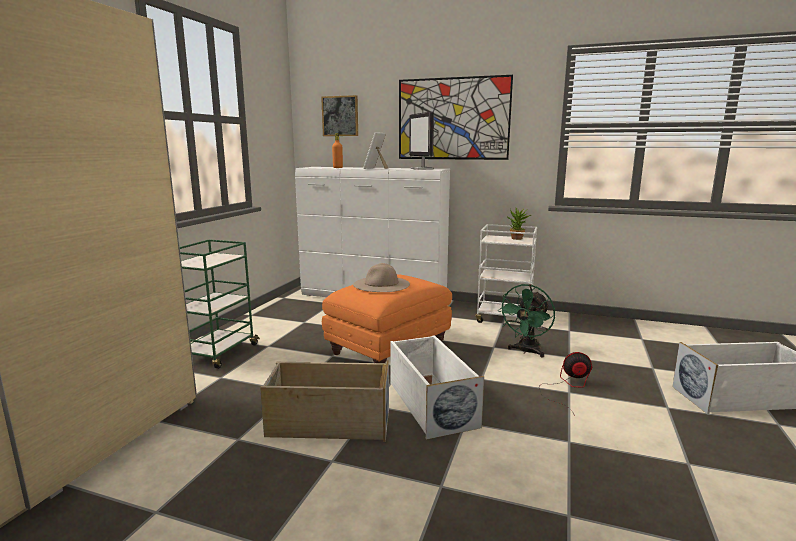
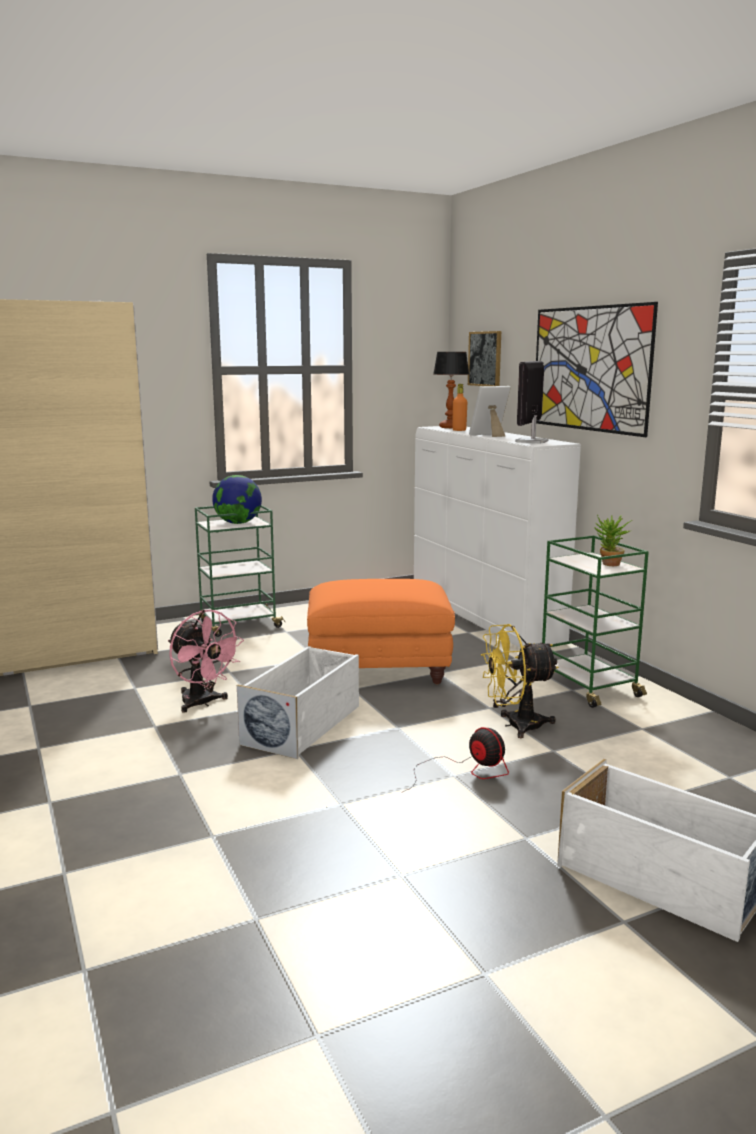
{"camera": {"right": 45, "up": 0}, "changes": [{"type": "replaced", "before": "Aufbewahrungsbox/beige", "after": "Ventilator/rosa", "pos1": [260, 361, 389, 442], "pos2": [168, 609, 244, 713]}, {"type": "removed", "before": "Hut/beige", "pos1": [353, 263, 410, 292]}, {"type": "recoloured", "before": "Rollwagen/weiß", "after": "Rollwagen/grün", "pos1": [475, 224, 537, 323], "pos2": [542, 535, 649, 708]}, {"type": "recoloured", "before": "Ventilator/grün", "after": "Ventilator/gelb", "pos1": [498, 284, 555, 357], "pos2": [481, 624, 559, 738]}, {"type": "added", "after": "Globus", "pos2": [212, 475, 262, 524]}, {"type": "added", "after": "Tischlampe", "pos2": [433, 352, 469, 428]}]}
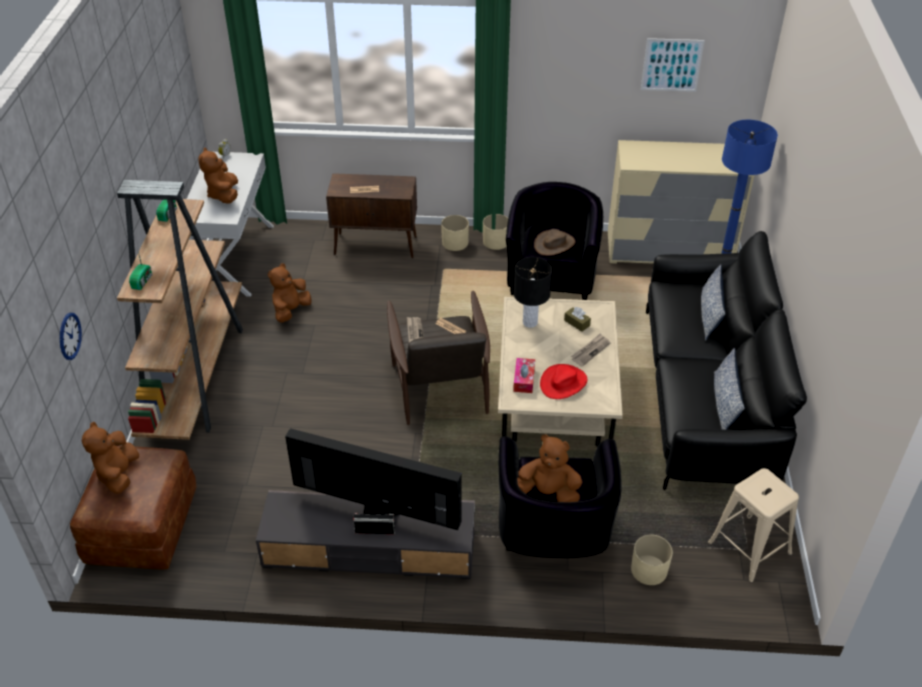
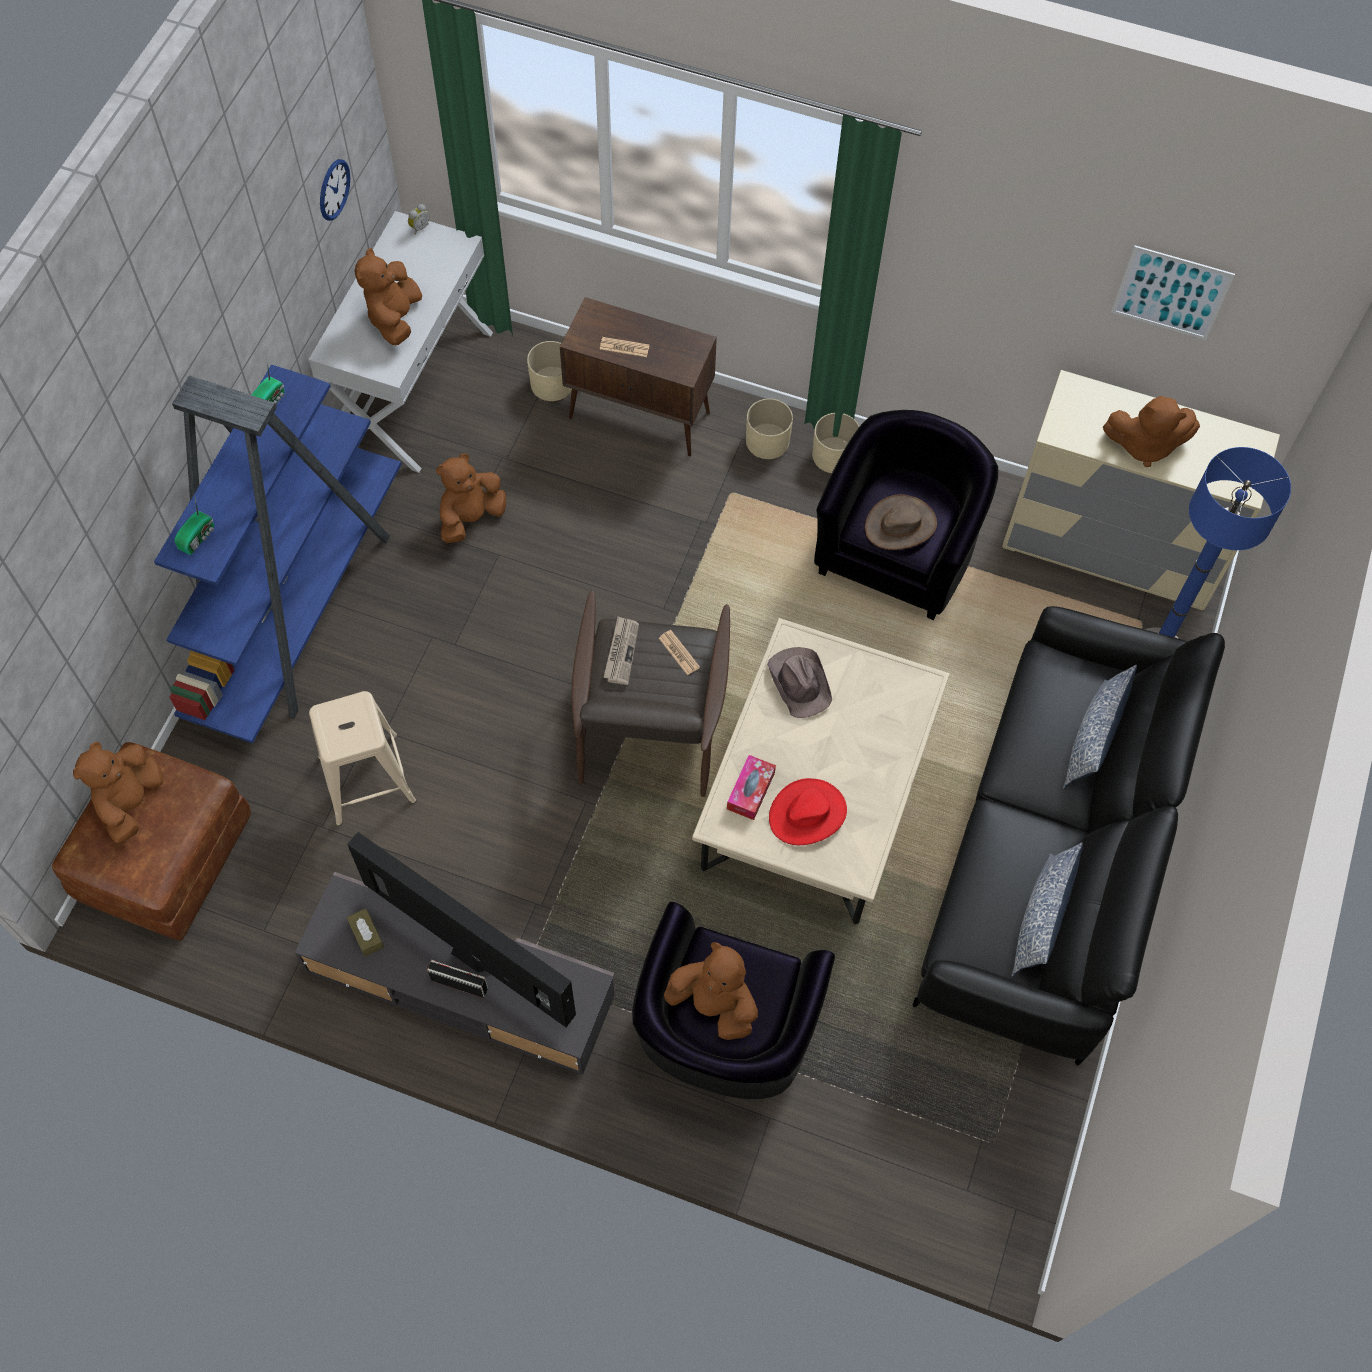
{"camera": {"right": 15, "up": 20}, "changes": [{"type": "moved", "before": "Wanduhr", "pos1": [60, 313, 82, 360], "pos2": [320, 159, 350, 221]}, {"type": "recoloured", "before": "Bücherregal/braun", "after": "Bücherregal/blau", "pos1": [117, 180, 243, 440], "pos2": [154, 364, 402, 744]}, {"type": "replaced", "before": "Tischlampe/schwarz", "after": "Hut/braun", "pos1": [513, 257, 552, 328], "pos2": [767, 647, 832, 718]}, {"type": "moved", "before": "Taschentuchbox/braun", "pos1": [564, 307, 591, 332], "pos2": [346, 908, 384, 957]}, {"type": "removed", "before": "Zeitung", "pos1": [571, 333, 610, 367]}, {"type": "moved", "before": "Pflanzkübel/beige", "pos1": [631, 534, 673, 585], "pos2": [527, 341, 572, 401]}, {"type": "moved", "before": "Hocker/beige", "pos1": [708, 468, 799, 583], "pos2": [309, 691, 416, 826]}, {"type": "added", "after": "Plüschtier/braun", "pos2": [1103, 396, 1200, 467]}]}
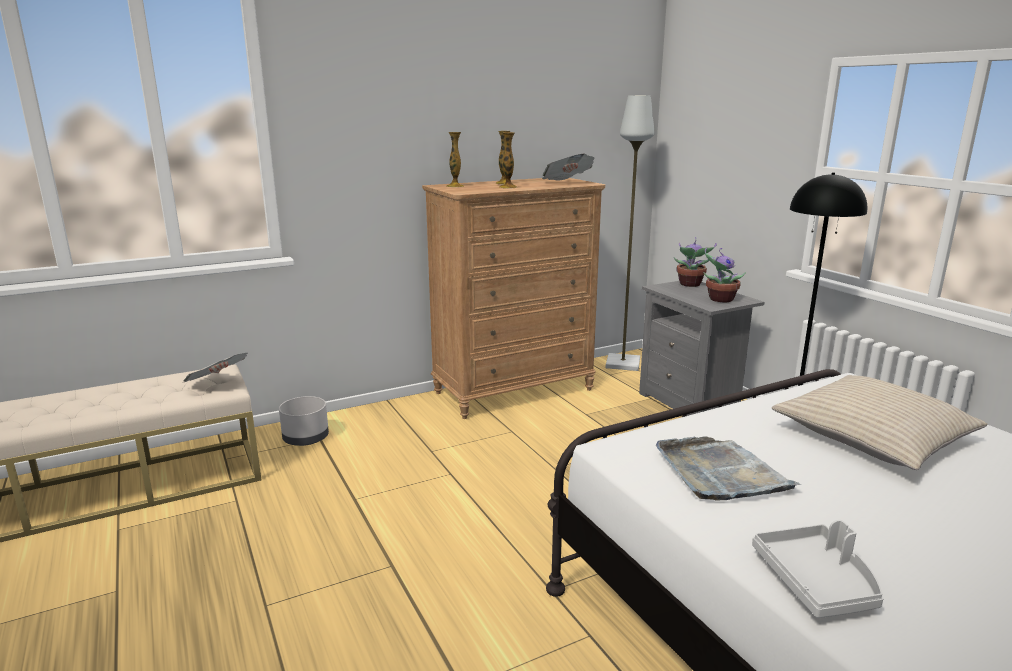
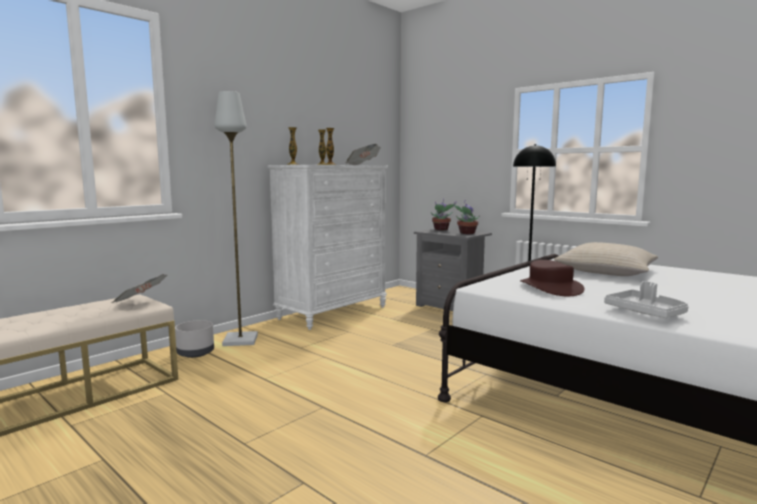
{"camera": {"right": -20, "up": -10}, "changes": [{"type": "recoloured", "before": "Kommode/braun", "after": "Kommode/weiß", "pos1": [422, 178, 605, 419], "pos2": [268, 165, 388, 330]}, {"type": "moved", "before": "Stehlampe/grau", "pos1": [606, 95, 655, 371], "pos2": [214, 91, 258, 346]}, {"type": "replaced", "before": "Tablett/grau", "after": "Hut/braun", "pos1": [656, 436, 801, 501], "pos2": [520, 260, 585, 296]}]}
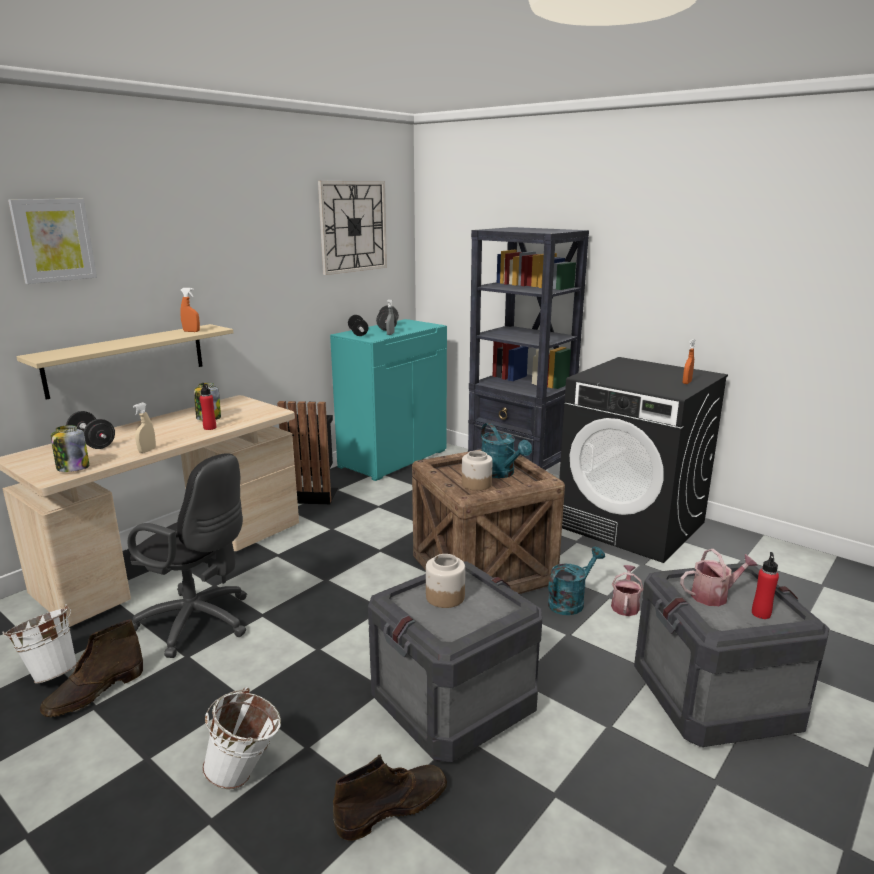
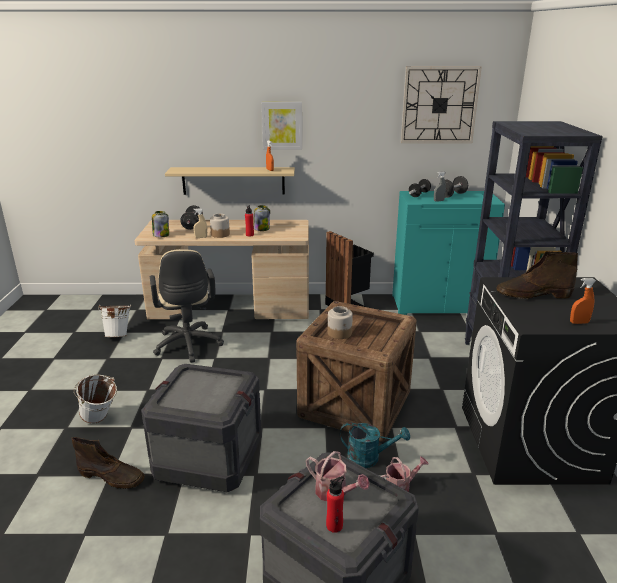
{"camera": {"right": 50, "up": 5}, "changes": [{"type": "moved", "before": "Bild", "pos1": [8, 199, 97, 284], "pos2": [262, 102, 302, 149]}, {"type": "moved", "before": "Stiefel/braun", "pos1": [40, 619, 143, 717], "pos2": [496, 251, 578, 299]}, {"type": "recoloured", "before": "Bürostuhl/schwarz", "after": "Bürostuhl/beige", "pos1": [127, 453, 247, 658], "pos2": [150, 249, 224, 363]}, {"type": "moved", "before": "Vorratsglas", "pos1": [426, 554, 465, 608], "pos2": [210, 214, 230, 238]}, {"type": "removed", "before": "Gießkanne/türkis", "pos1": [481, 423, 532, 478]}]}
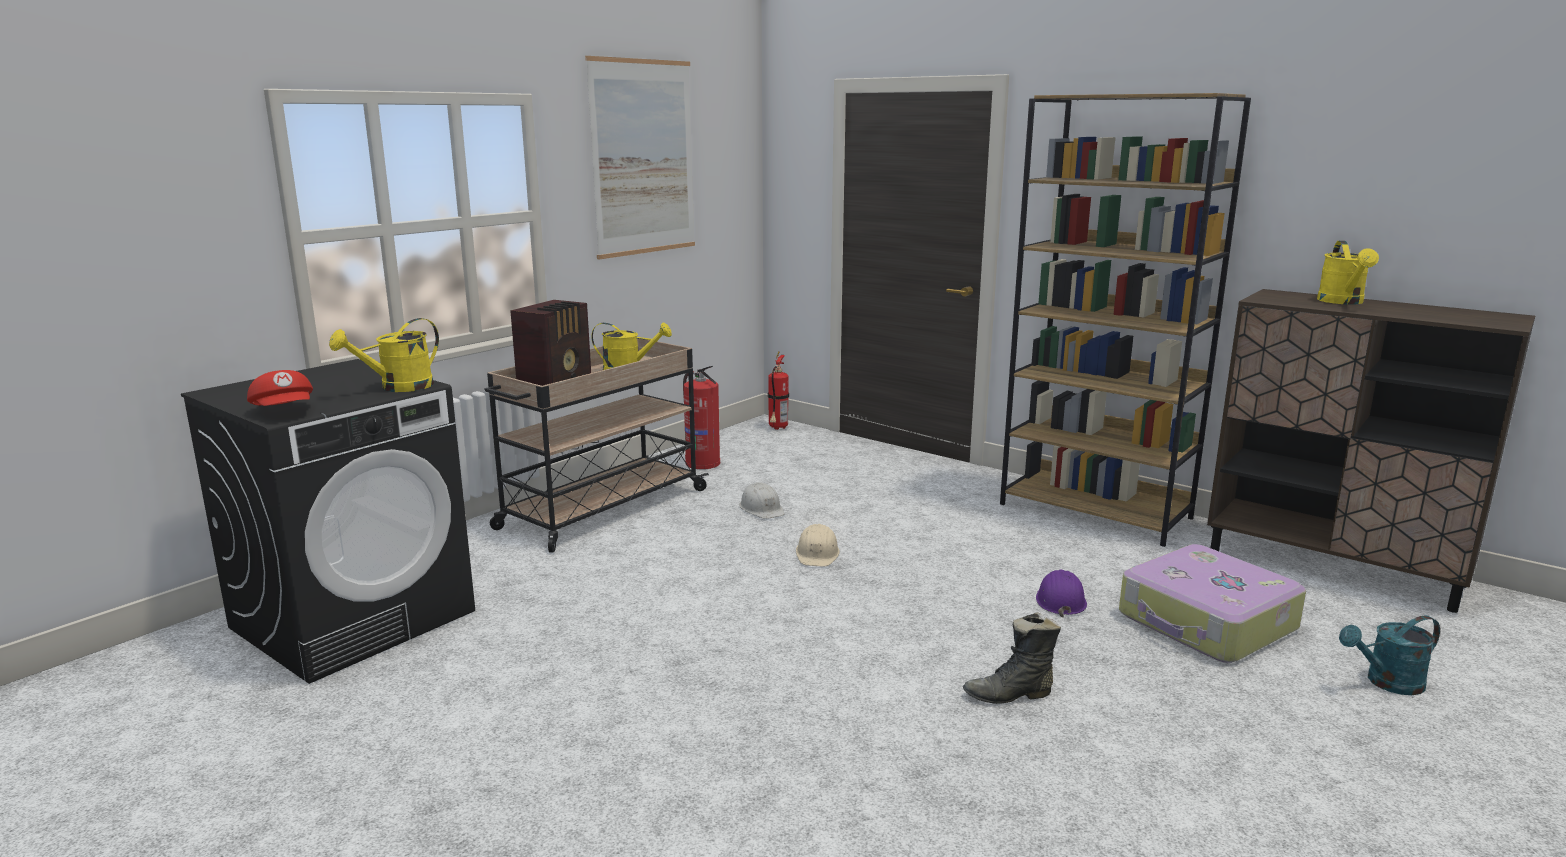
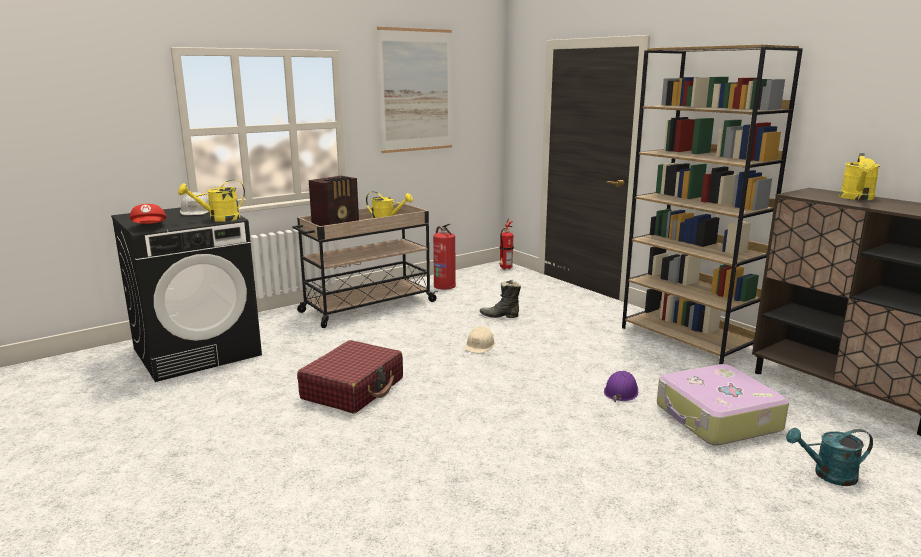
{"camera": {"right": 15, "up": 0}, "changes": [{"type": "moved", "before": "Schutzhelm/weiß", "pos1": [739, 482, 785, 519], "pos2": [180, 192, 209, 215]}, {"type": "moved", "before": "Stiefel/schwarz", "pos1": [963, 612, 1061, 704], "pos2": [479, 280, 521, 318]}, {"type": "added", "after": "Koffer/rot", "pos2": [297, 340, 403, 414]}]}
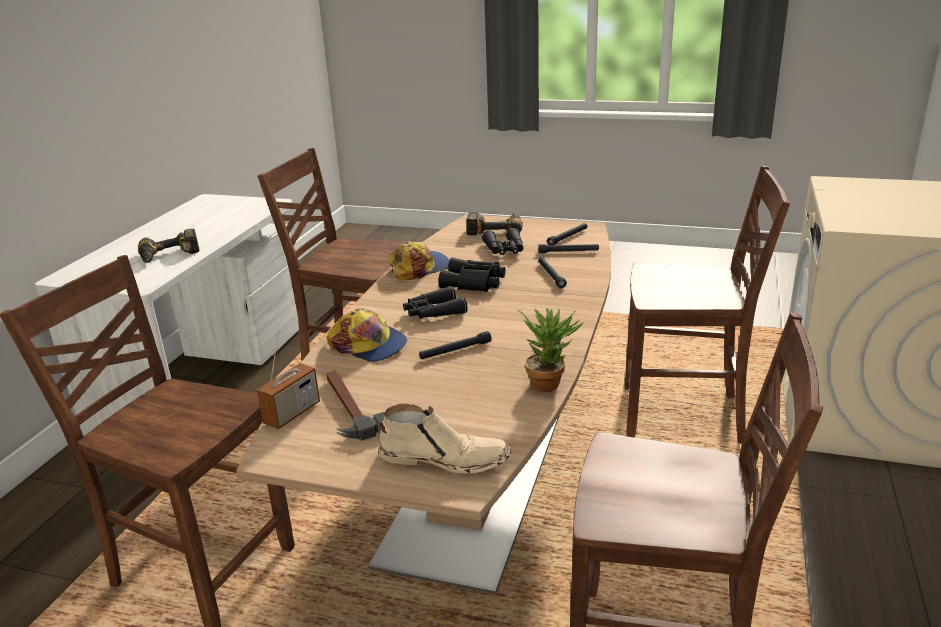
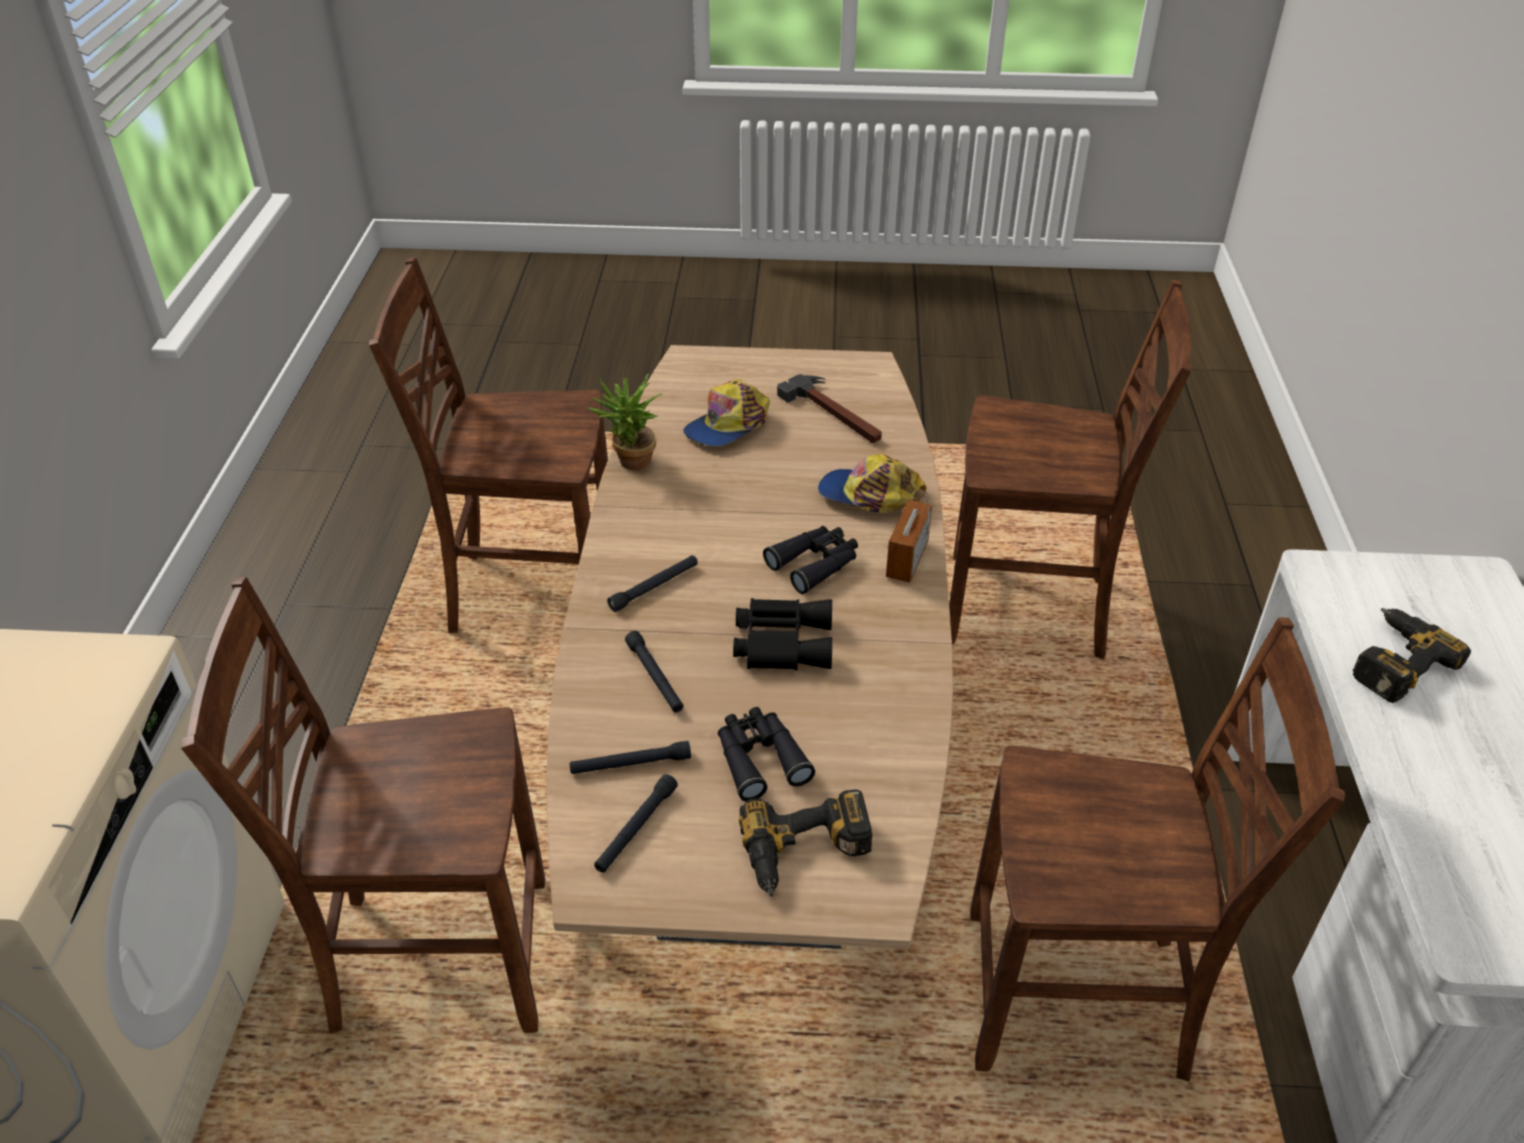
{"camera": {"right": 165, "up": 15}, "changes": [{"type": "moved", "before": "Radio", "pos1": [257, 330, 320, 429], "pos2": [886, 490, 932, 583]}, {"type": "removed", "before": "Stiefel/beige", "pos1": [379, 404, 511, 474]}, {"type": "moved", "before": "Kappe", "pos1": [387, 241, 449, 280], "pos2": [683, 379, 770, 446]}, {"type": "moved", "before": "Taschenlampe/schwarz", "pos1": [419, 331, 492, 359], "pos2": [607, 555, 698, 612]}]}
